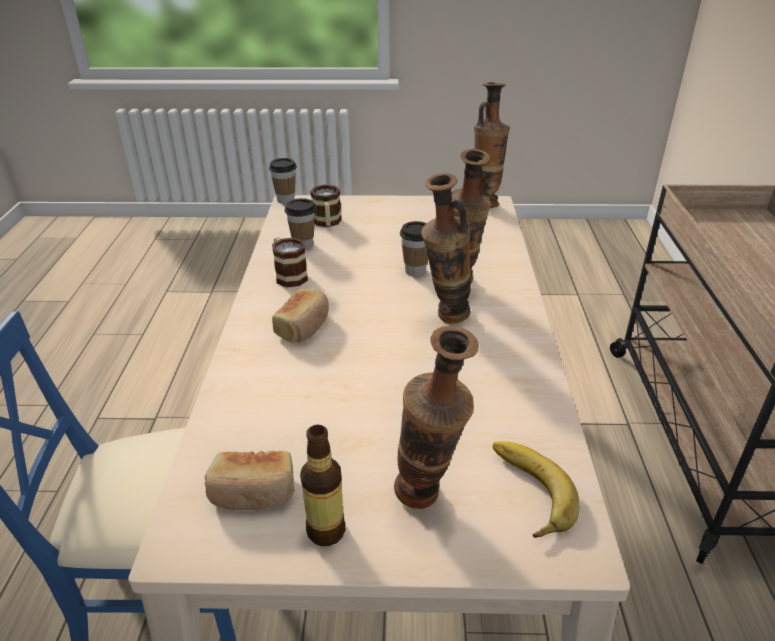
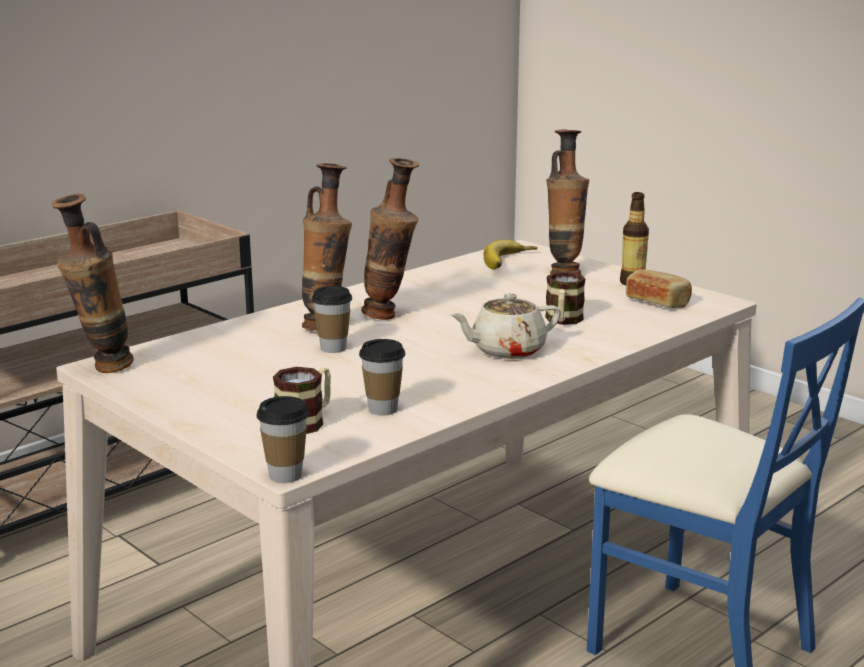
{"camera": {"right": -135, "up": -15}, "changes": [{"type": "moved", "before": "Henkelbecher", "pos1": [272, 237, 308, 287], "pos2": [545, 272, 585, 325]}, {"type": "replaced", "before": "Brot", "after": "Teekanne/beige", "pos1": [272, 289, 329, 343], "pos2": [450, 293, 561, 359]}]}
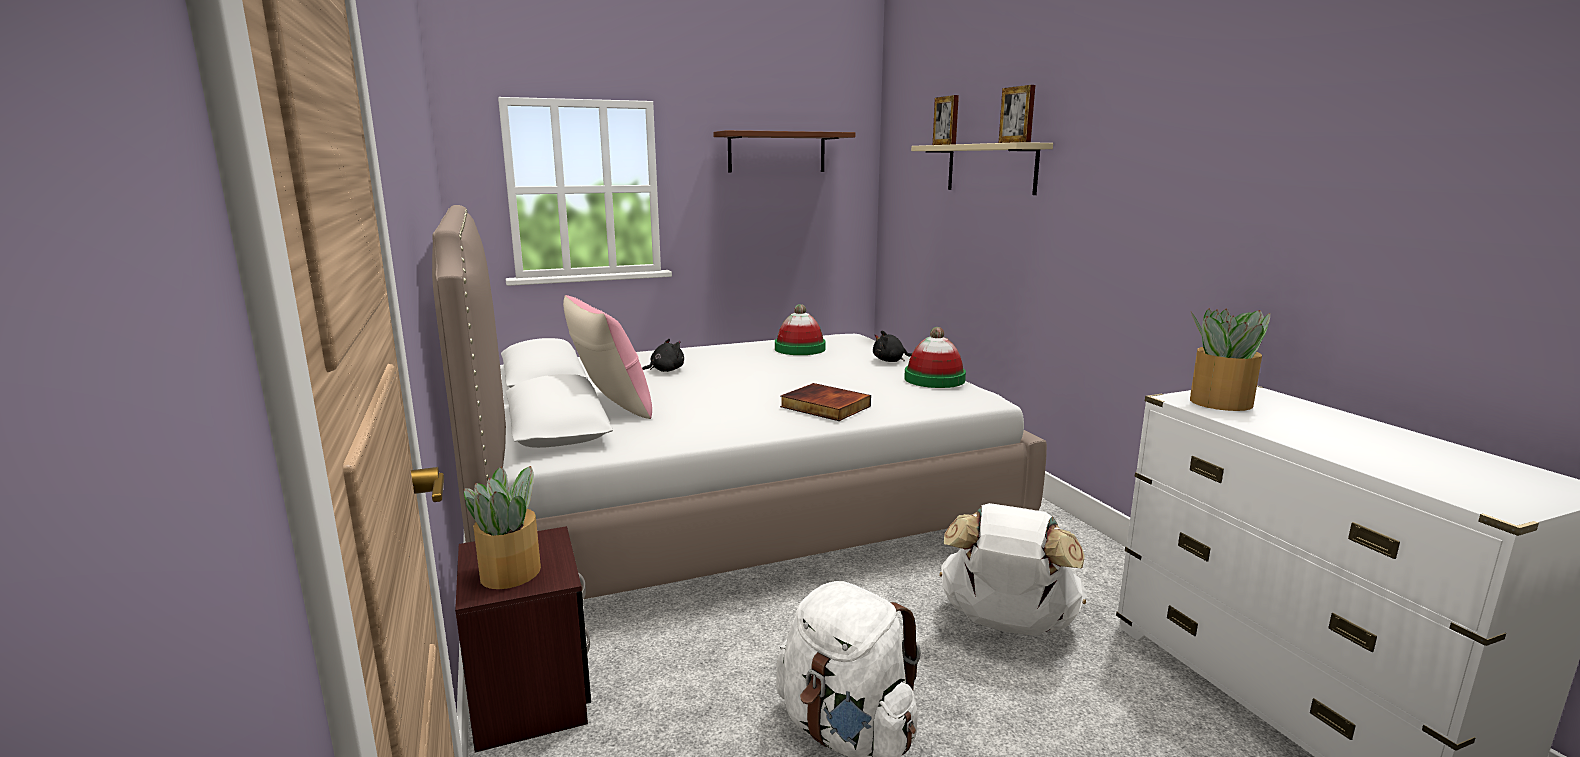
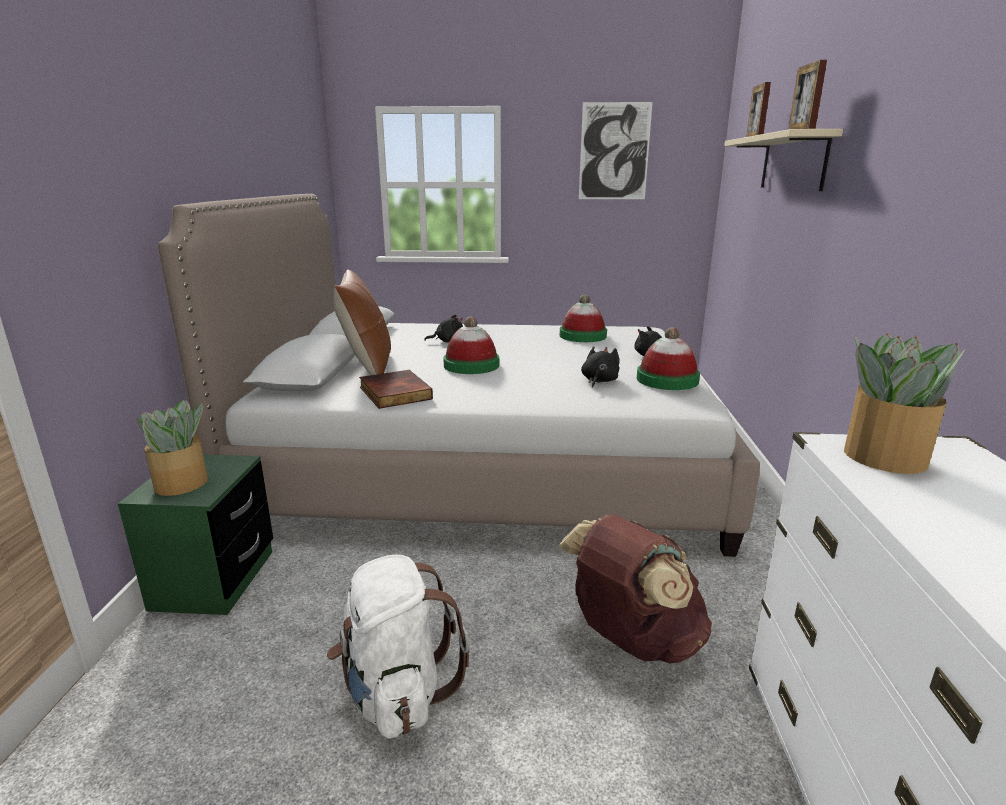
{"camera": {"right": 25, "up": 5}, "changes": [{"type": "recoloured", "before": "Nachttisch/braun", "after": "Nachttisch/grün", "pos1": [455, 526, 591, 753], "pos2": [118, 455, 273, 615]}, {"type": "recoloured", "before": "Kissen/rosa", "after": "Kissen/braun", "pos1": [563, 295, 652, 419], "pos2": [333, 269, 391, 375]}, {"type": "replaced", "before": "Wandregal/braun", "after": "Bild", "pos1": [713, 130, 855, 172], "pos2": [579, 102, 653, 199]}, {"type": "moved", "before": "Buch", "pos1": [780, 383, 871, 421], "pos2": [359, 370, 433, 409]}, {"type": "recoloured", "before": "Rucksack/weiß", "after": "Rucksack/braun", "pos1": [940, 503, 1087, 636], "pos2": [558, 515, 712, 663]}, {"type": "added", "after": "Hut", "pos2": [443, 316, 499, 374]}, {"type": "added", "after": "Plüschtier/schwarz", "pos2": [581, 346, 619, 387]}]}
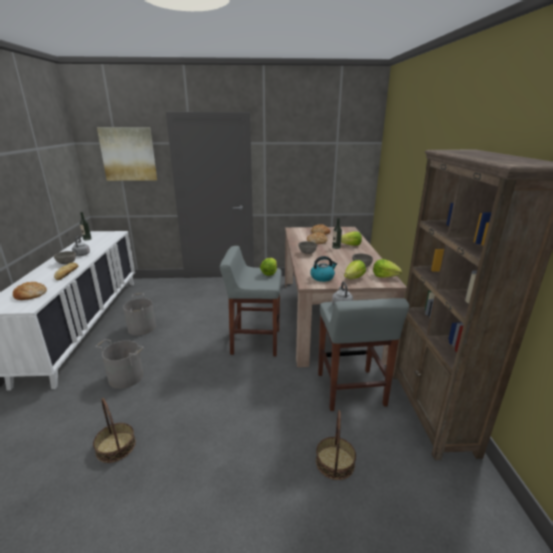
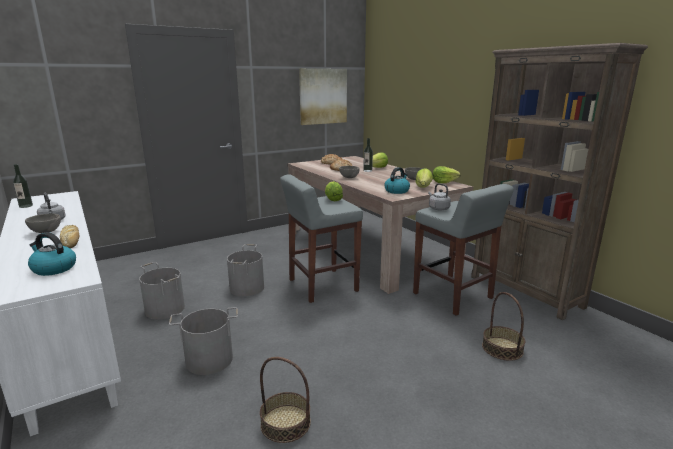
{"camera": {"right": -30, "up": -5}, "changes": [{"type": "replaced", "before": "Brot", "after": "Wasserkessel", "pos1": [13, 282, 47, 300], "pos2": [28, 232, 76, 276]}, {"type": "moved", "before": "Bild", "pos1": [97, 127, 157, 181], "pos2": [299, 68, 347, 125]}, {"type": "added", "after": "Eimer/grau", "pos2": [227, 244, 264, 296]}]}
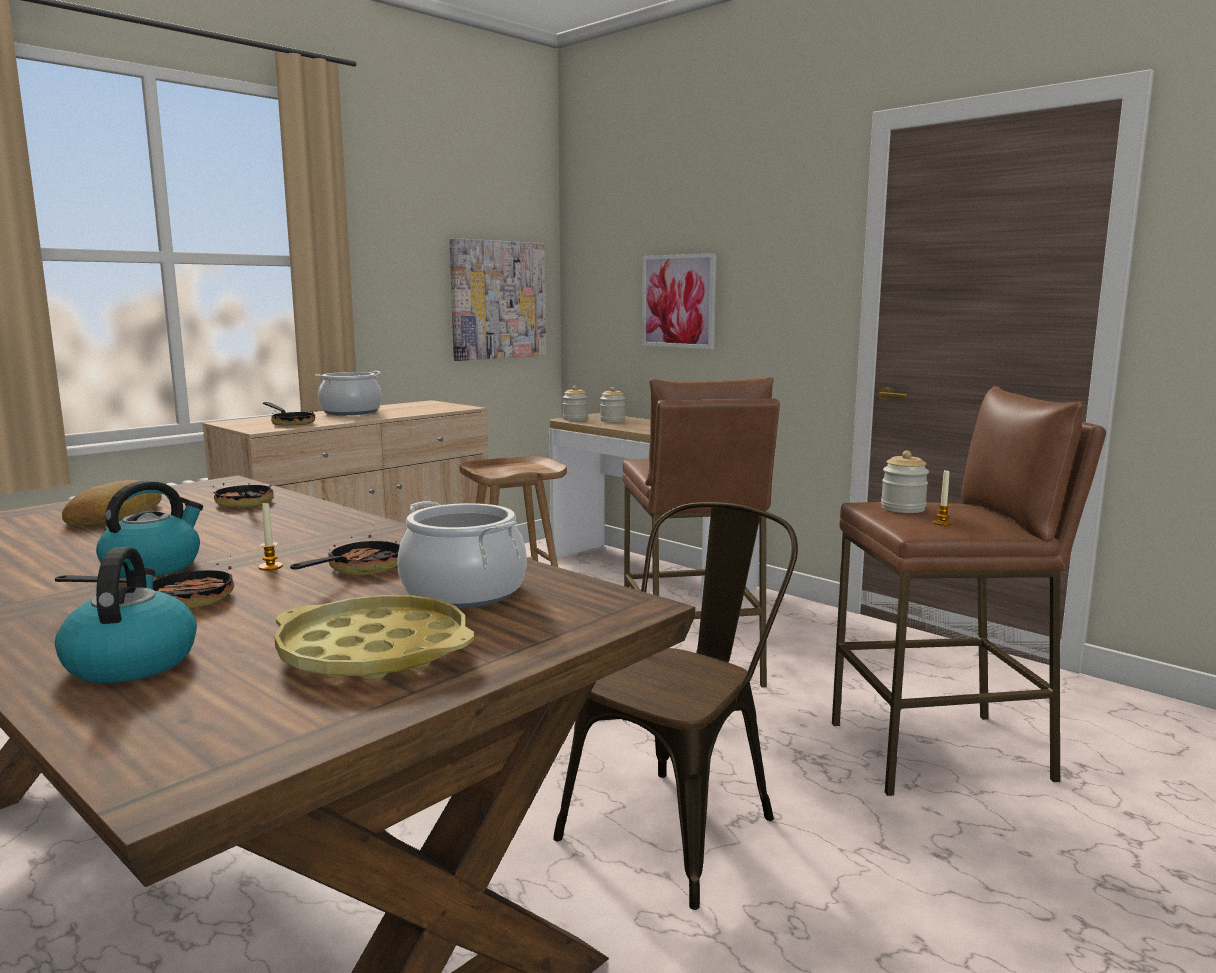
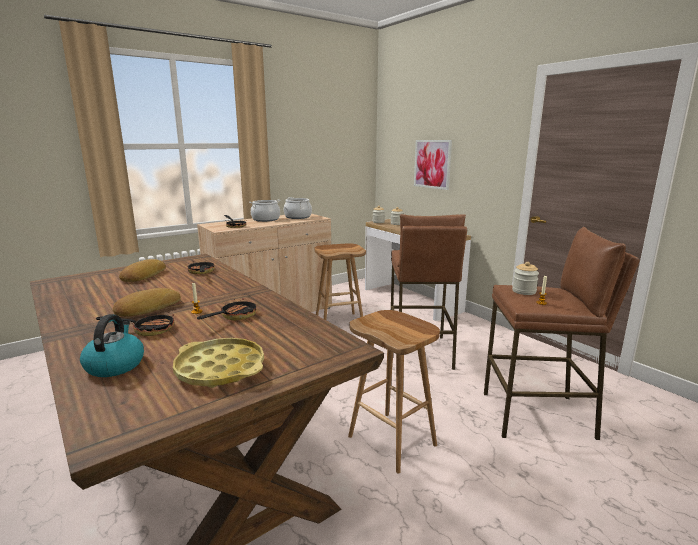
{"camera": {"right": 10, "up": 5}, "changes": [{"type": "replaced", "before": "Wasserkessel", "after": "Brot", "pos1": [96, 480, 203, 578], "pos2": [113, 288, 181, 317]}, {"type": "moved", "before": "Kochtopf", "pos1": [397, 501, 527, 608], "pos2": [284, 197, 312, 219]}, {"type": "removed", "before": "Bild", "pos1": [449, 238, 546, 361]}, {"type": "replaced", "before": "Stuhl/braun", "after": "Hocker/braun", "pos1": [553, 502, 798, 910], "pos2": [348, 310, 440, 473]}]}
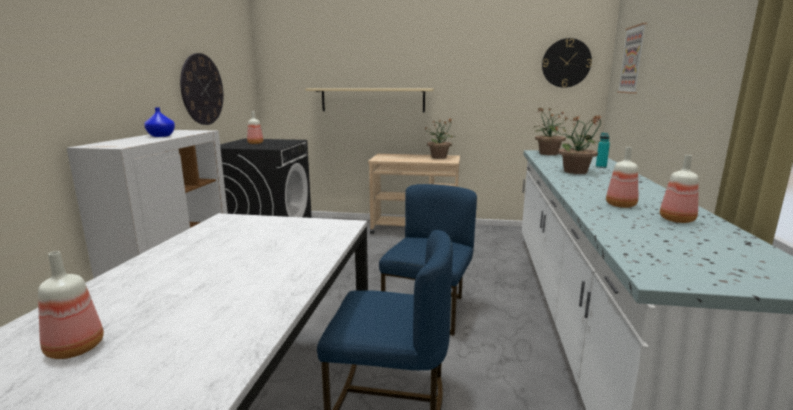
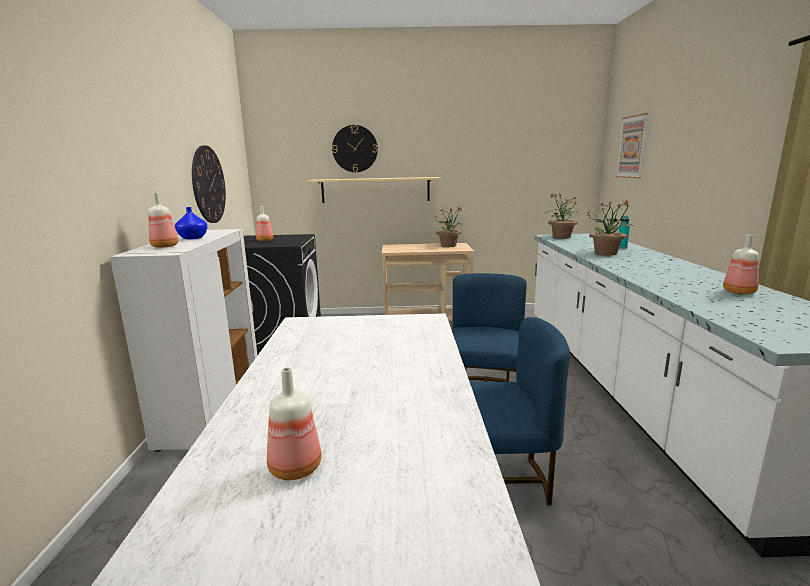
{"camera": {"right": -10, "up": 0}, "changes": [{"type": "moved", "before": "Wanduhr", "pos1": [542, 38, 592, 88], "pos2": [332, 125, 378, 172]}, {"type": "moved", "before": "Flasche", "pos1": [606, 147, 638, 208], "pos2": [148, 192, 178, 248]}]}
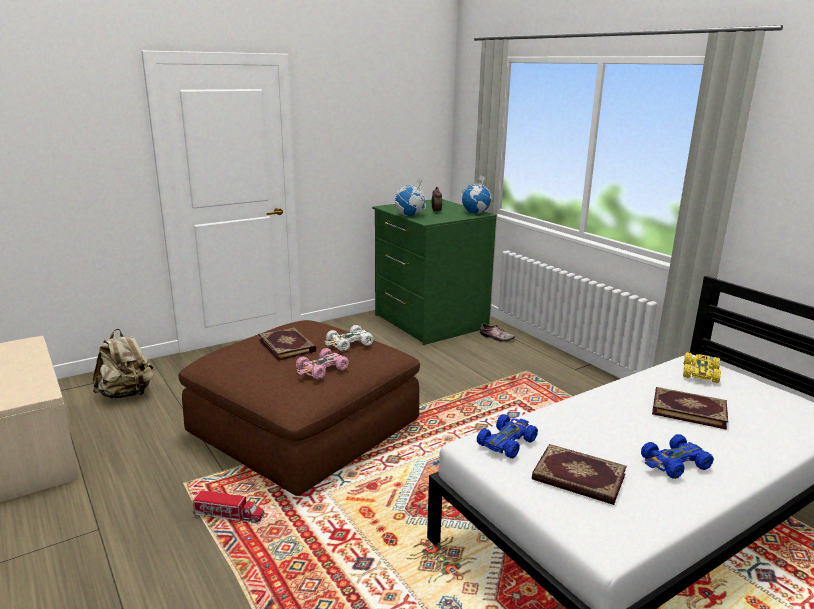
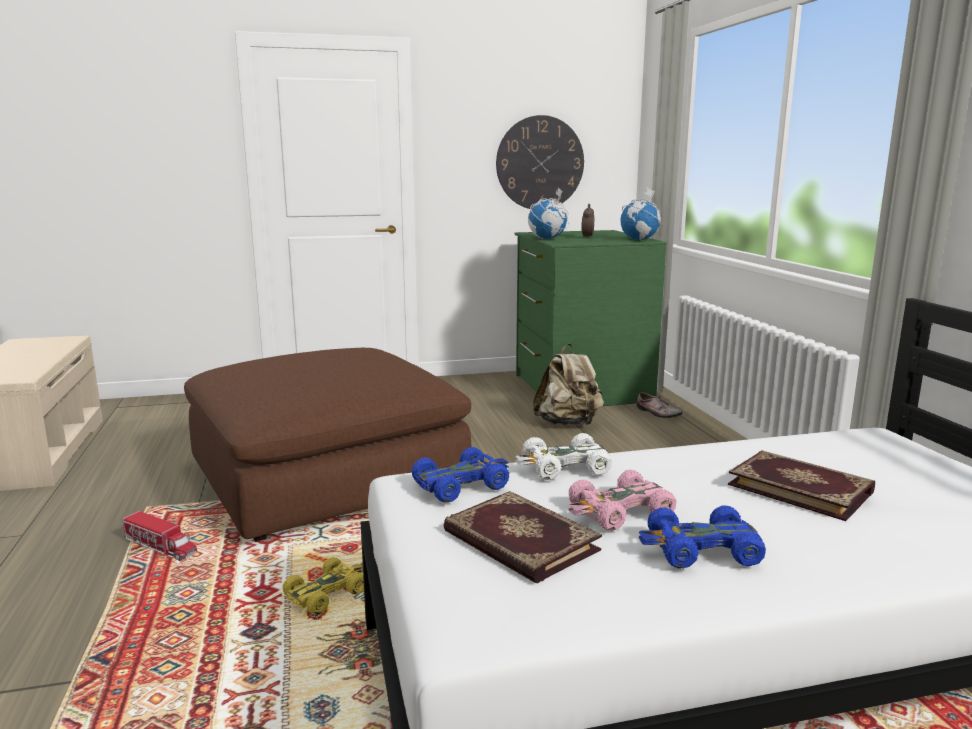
{"camera": {"right": 20, "up": -5}, "changes": [{"type": "moved", "before": "Rucksack/beige", "pos1": [93, 329, 154, 398], "pos2": [533, 344, 604, 425]}, {"type": "removed", "before": "Buch", "pos1": [258, 327, 316, 361]}, {"type": "moved", "before": "Spielzeugauto/rosa", "pos1": [296, 348, 349, 379], "pos2": [568, 470, 677, 531]}, {"type": "moved", "before": "Spielzeugauto/weiß", "pos1": [325, 325, 374, 351], "pos2": [516, 433, 612, 480]}, {"type": "moved", "before": "Spielzeugauto/gelb", "pos1": [683, 352, 721, 383], "pos2": [283, 557, 364, 615]}, {"type": "added", "after": "Wanduhr", "pos2": [496, 115, 584, 209]}]}
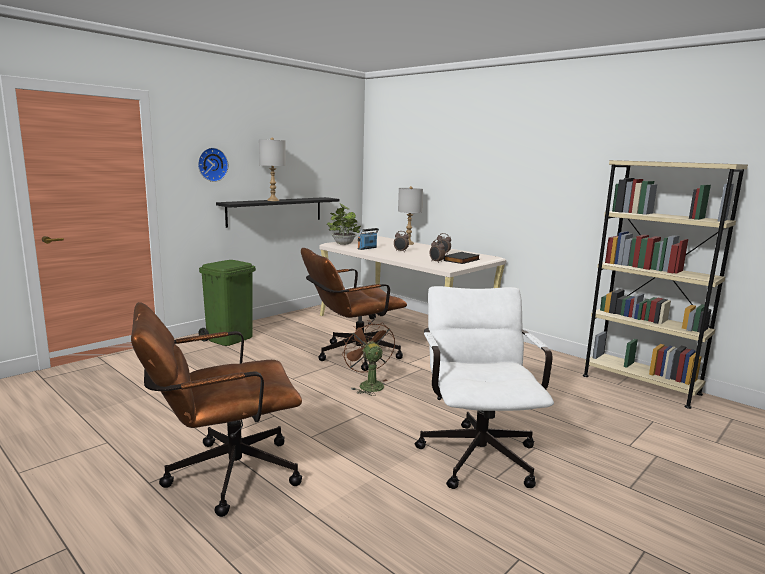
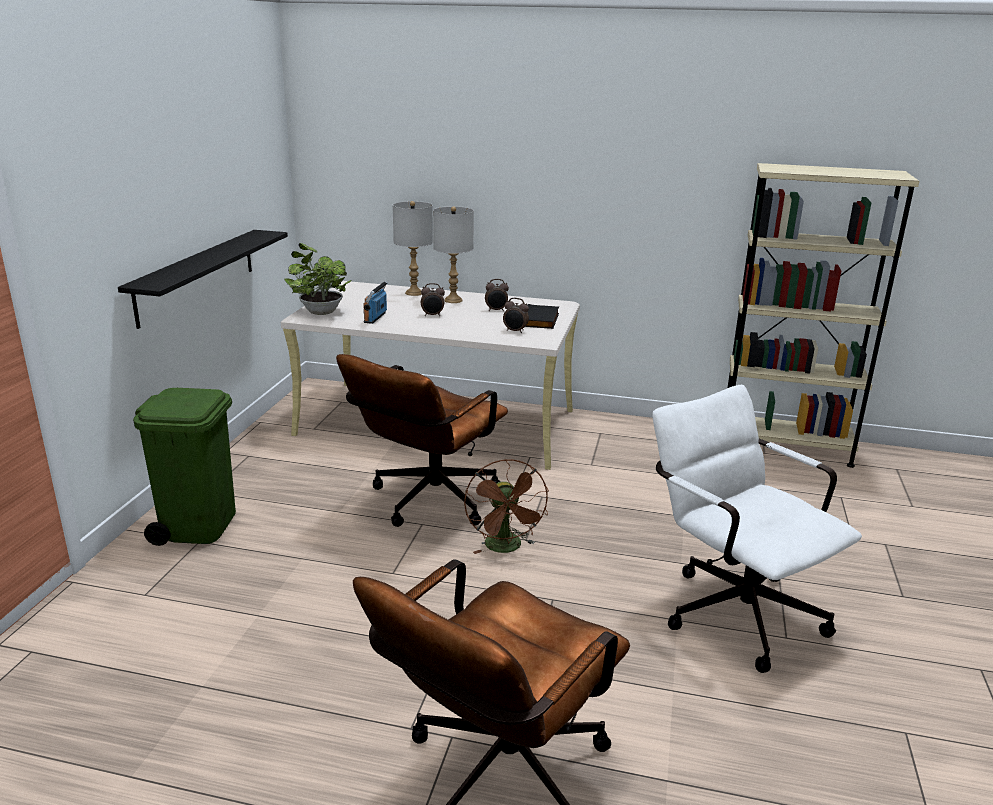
{"camera": {"right": -30, "up": 10}, "changes": [{"type": "removed", "before": "Wanduhr", "pos1": [198, 148, 228, 182]}, {"type": "moved", "before": "Tischlampe/grau", "pos1": [259, 138, 286, 201], "pos2": [433, 206, 474, 303]}, {"type": "turned", "before": "Ventilator/braun", "pos1": [342, 320, 395, 396], "pos2": [464, 459, 549, 554], "turn": -135}]}
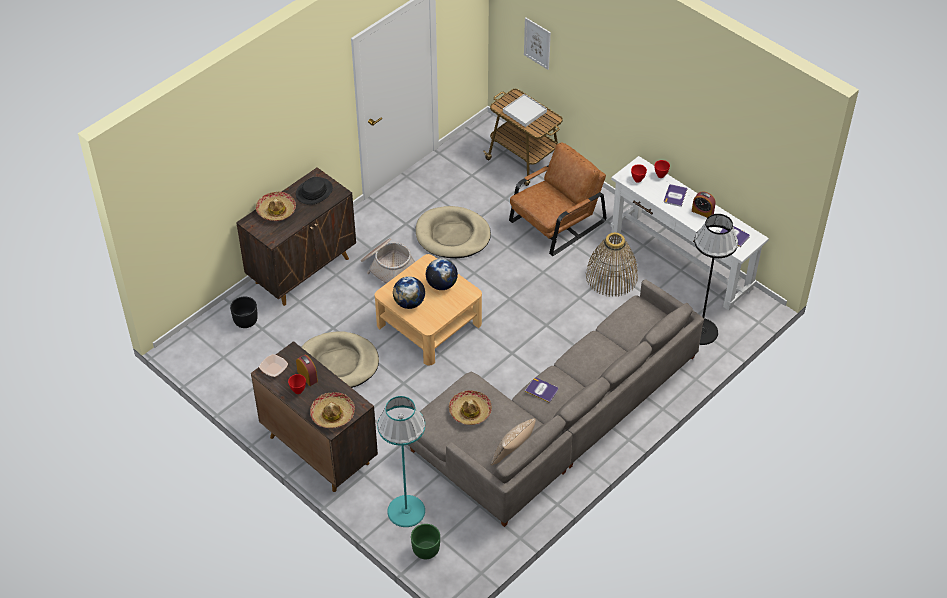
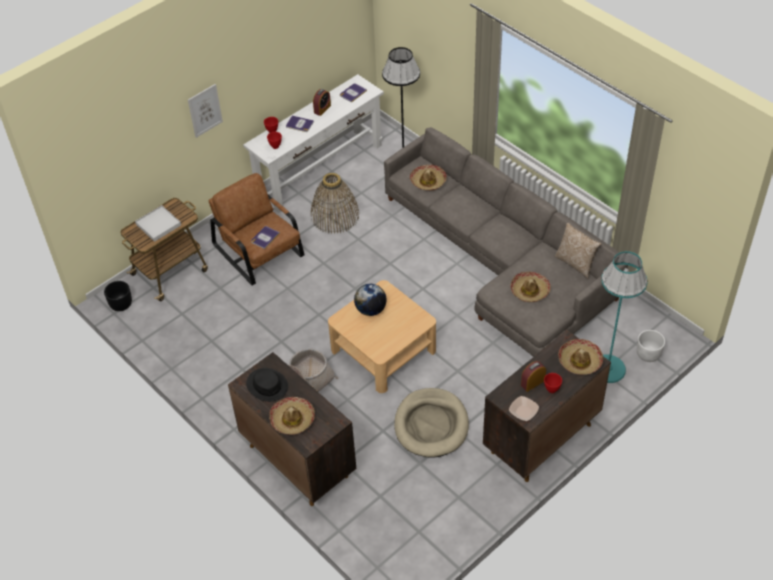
{"camera": {"right": -85, "up": 0}, "changes": [{"type": "moved", "before": "Pflanzkübel/schwarz", "pos1": [230, 296, 258, 328], "pos2": [104, 281, 132, 311]}, {"type": "removed", "before": "Globus", "pos1": [393, 276, 425, 309]}, {"type": "recoloured", "before": "Pflanzkübel/grün", "after": "Pflanzkübel/weiß", "pos1": [411, 524, 440, 559], "pos2": [637, 330, 665, 362]}, {"type": "removed", "before": "Hundebett/beige", "pos1": [416, 206, 491, 258]}, {"type": "moved", "before": "Bild", "pos1": [524, 18, 551, 70], "pos2": [188, 84, 223, 138]}, {"type": "moved", "before": "Buch", "pos1": [525, 378, 558, 403], "pos2": [251, 226, 280, 249]}, {"type": "added", "after": "Hut", "pos2": [410, 165, 447, 191]}]}
